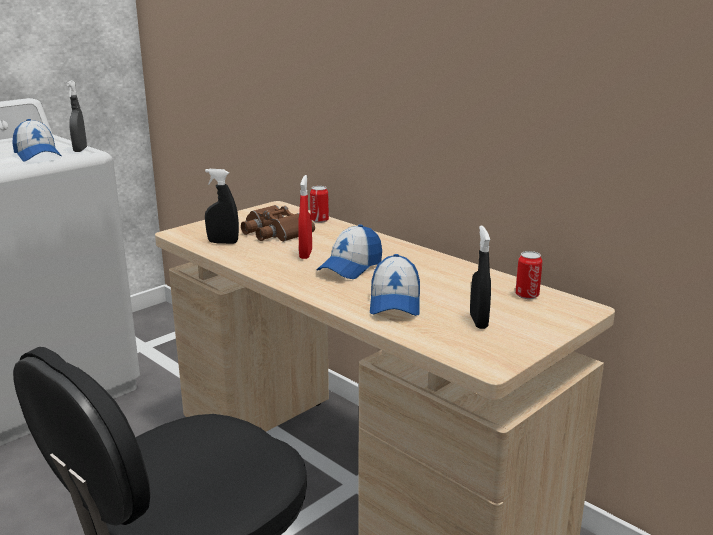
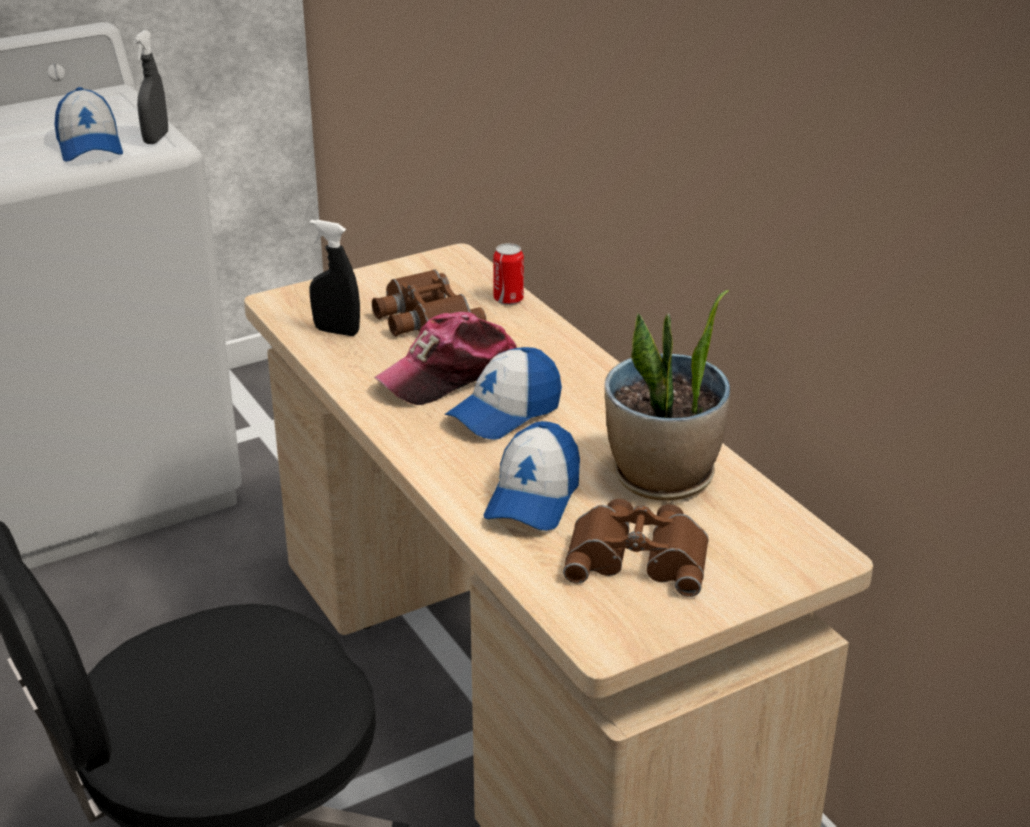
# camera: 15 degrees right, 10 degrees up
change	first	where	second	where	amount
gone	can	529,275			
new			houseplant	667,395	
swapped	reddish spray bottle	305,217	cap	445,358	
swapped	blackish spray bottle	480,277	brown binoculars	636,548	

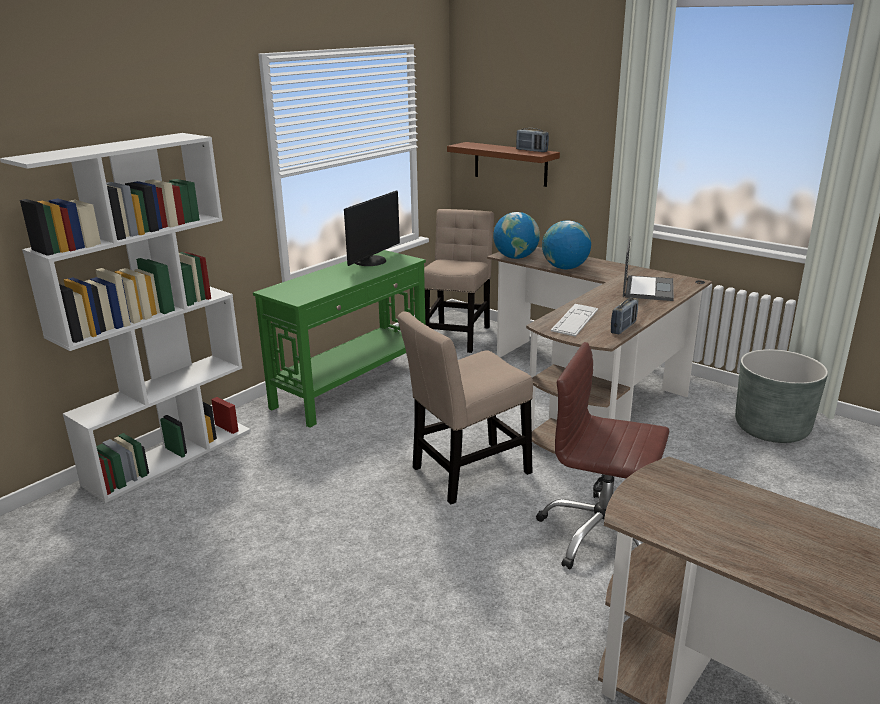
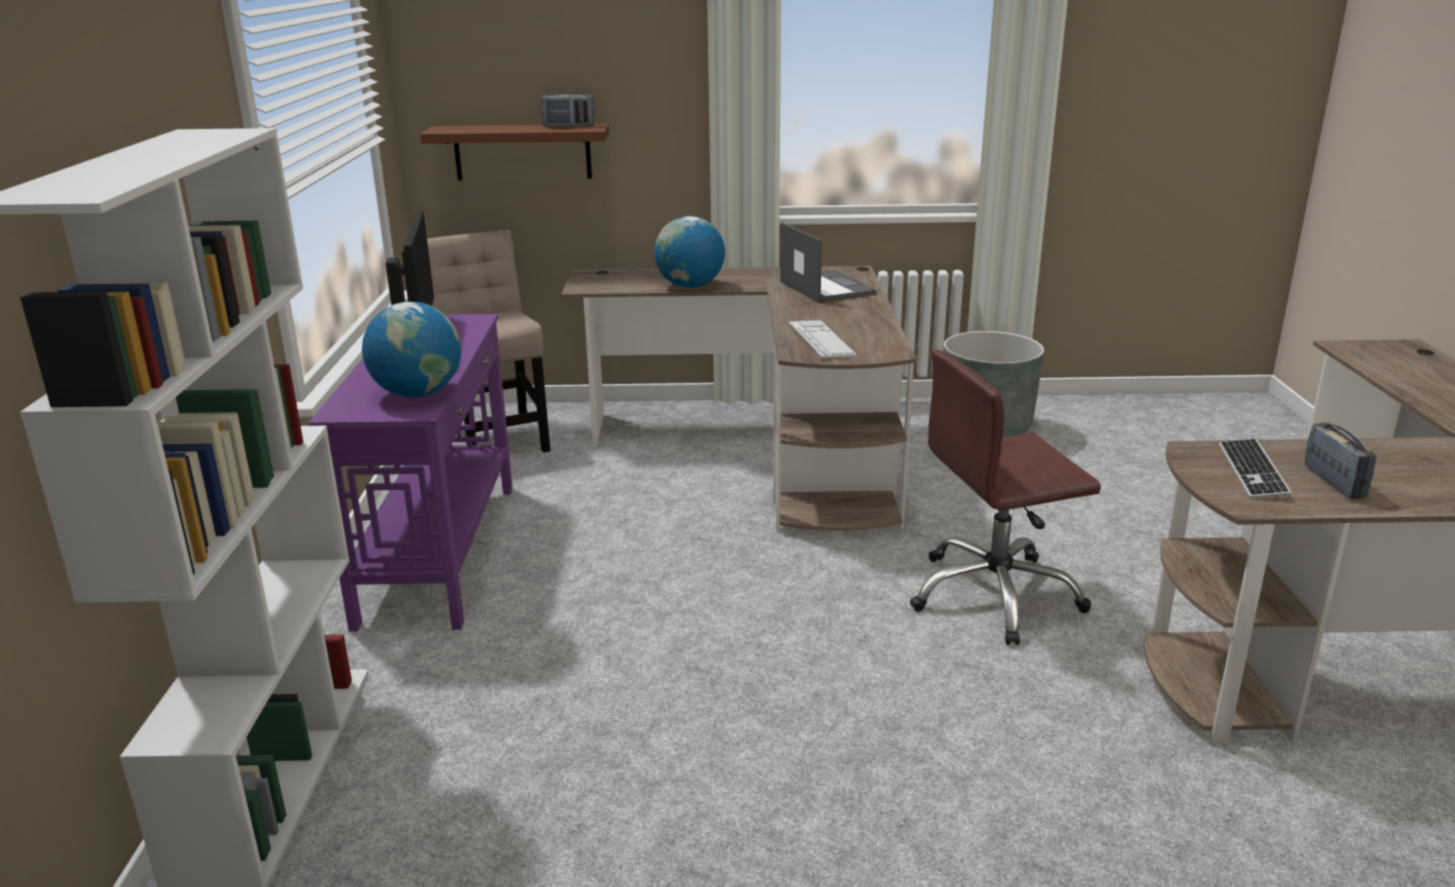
# camera: 40 degrees left, 0 degrees up
change	first	where	second	where	amount
gone	beige plain chair	465,407			
new			PC keyboard	1255,469	
shifted	world globe	516,235		411,349	
shifted	radio	624,315		1341,460	
repainted	greenish console table	339,339	purple-coloured console table	411,473	

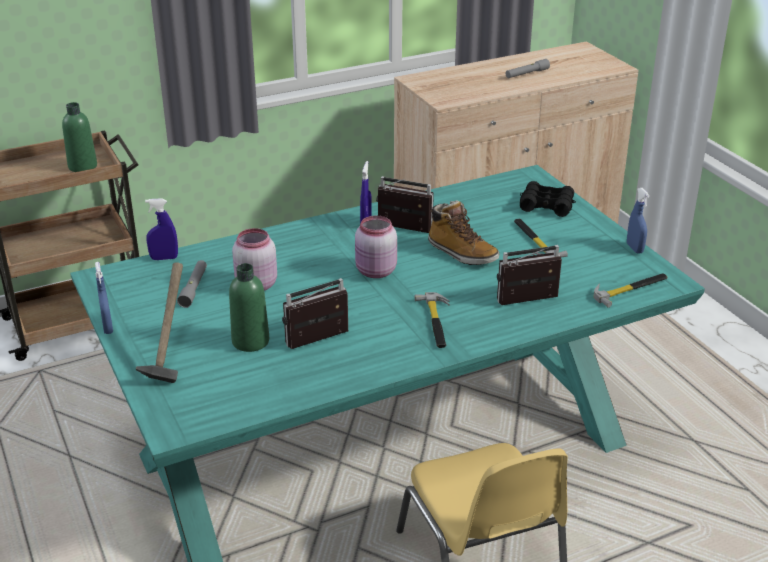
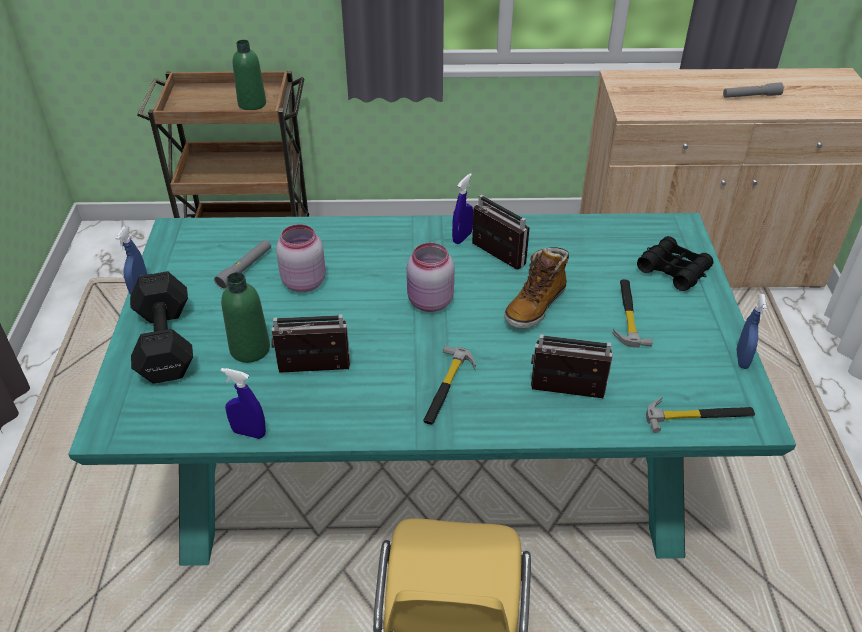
# camera: 25 degrees right, 10 degrees up
change	first	where	second	where	amount
shifted	blue spray bottle	161,229		243,403	
swapped	tool hammer	159,322	blackish free weight	161,327	
rotated	high-top boot	463,232		536,287	60 degrees clockwise

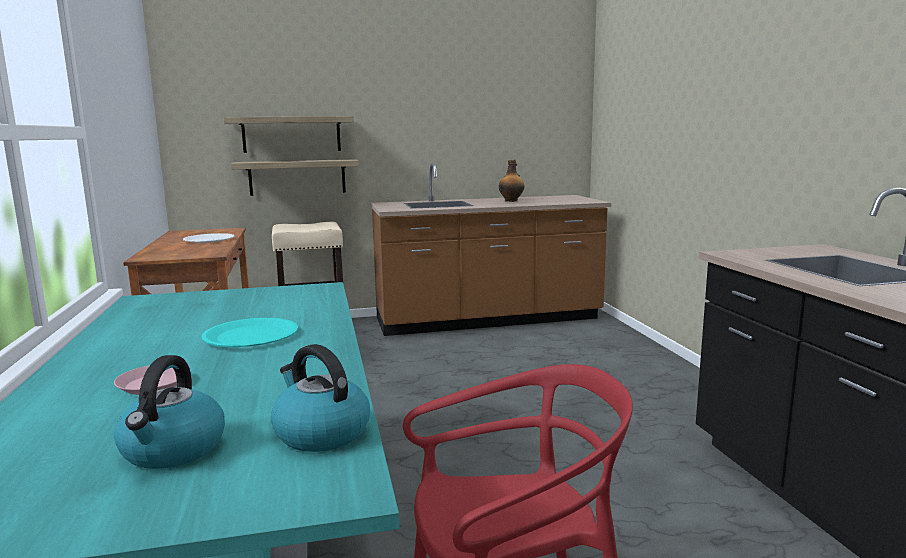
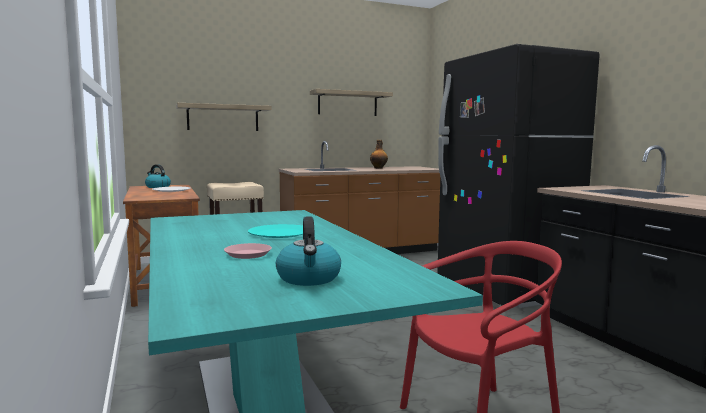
# camera: 10 degrees left, 5 degrees down
change	first	where	second	where	amount
new			blackish kitchen fridge	518,176	
shifted	bracket shelf	295,177		351,102	
shifted	water kettle	320,398		158,176	

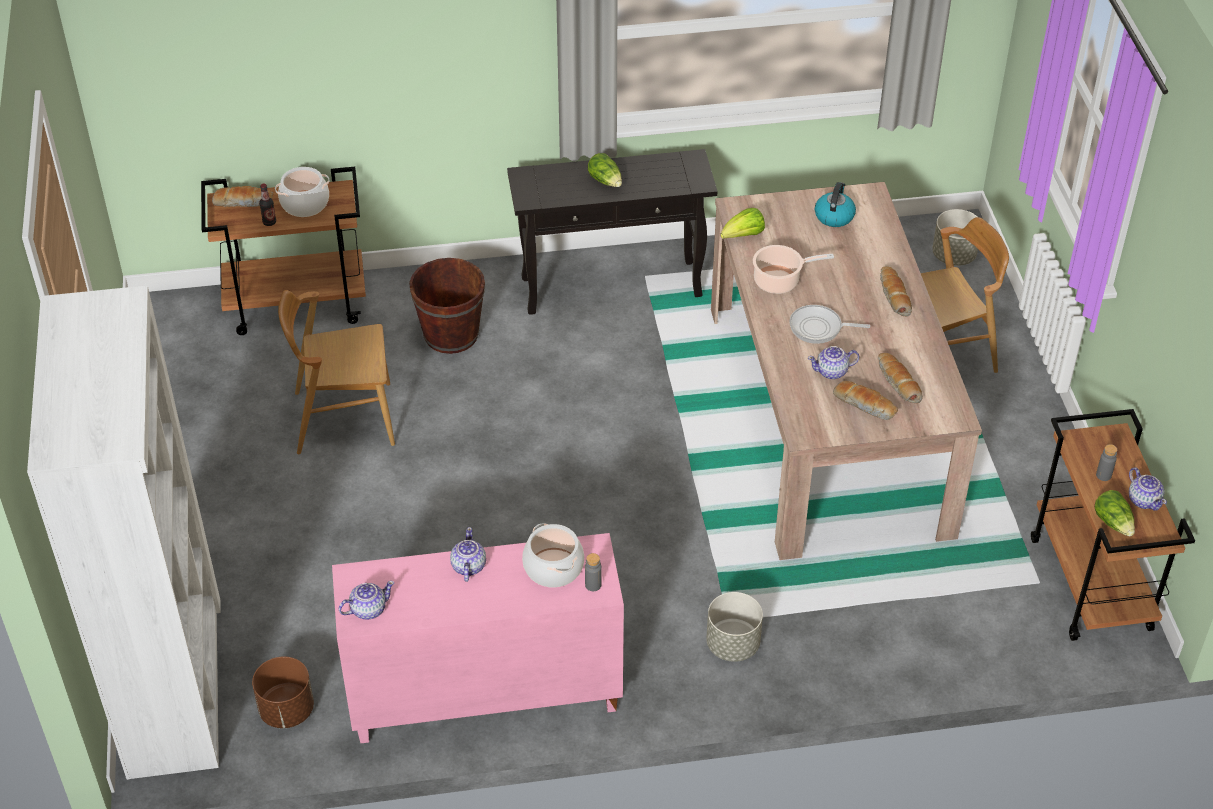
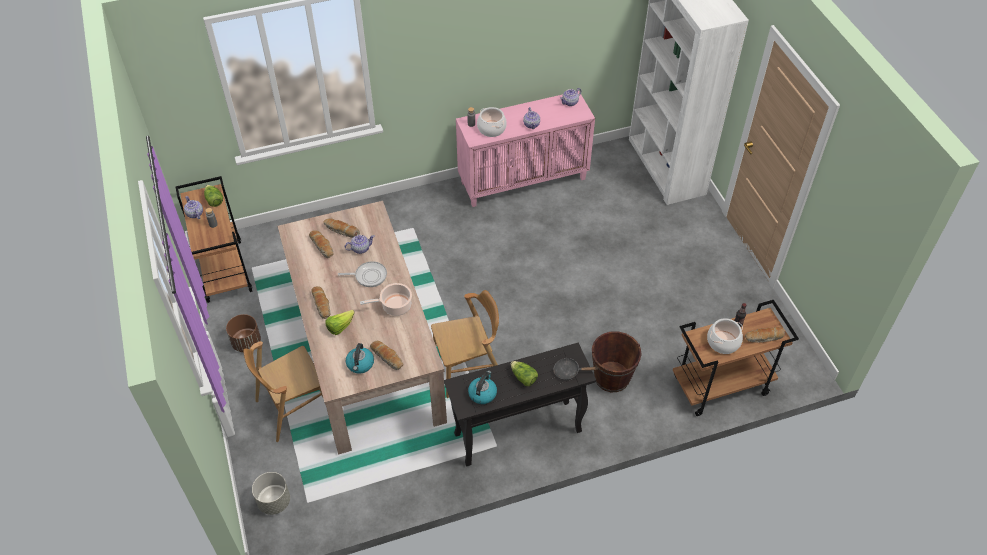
# camera: 170 degrees right, 5 degrees up
change	first	where	second	where	amount
gone	greyish flower pot	734,627			
new			bread	386,355	
new			water kettle	482,387	
new			blackish frying pan	576,369	
shifted	brown flower pot	283,692		243,333	
shifted	brown plain chair	336,372		465,344	
shifted	head of lettuce	742,223		340,322	

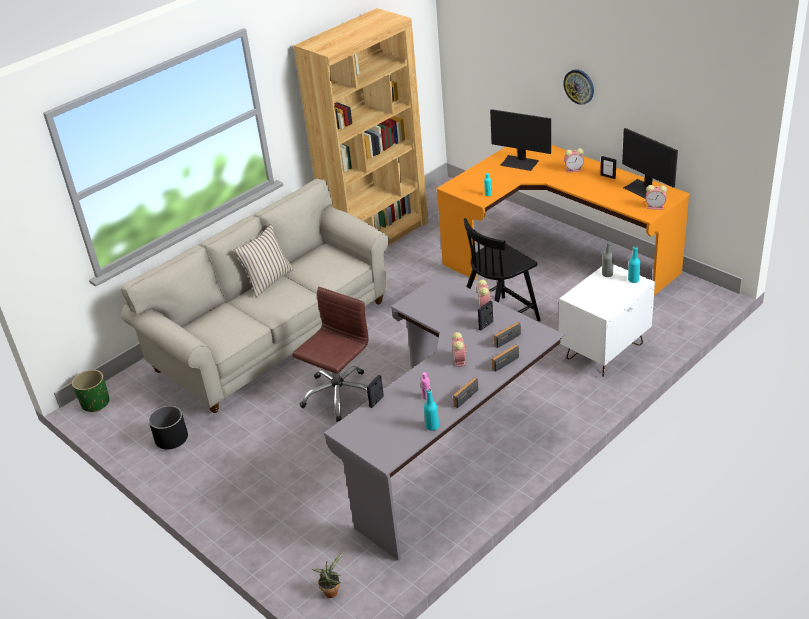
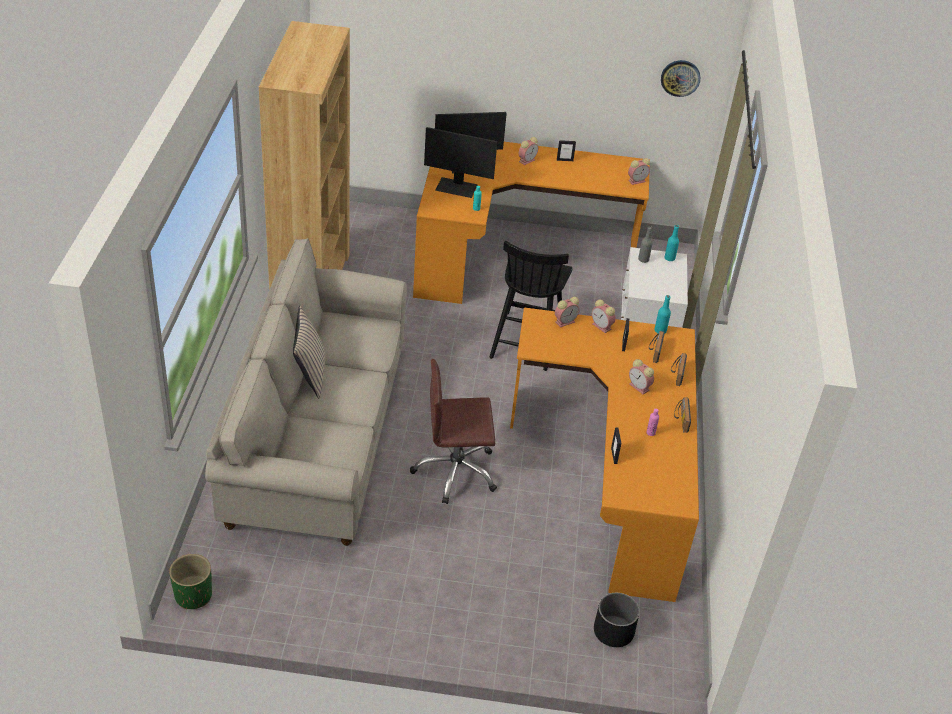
# camera: 45 degrees left, 5 degrees up
change	first	where	second	where	amount
gone	houseplant	327,575			
new			table clock	567,312	
shifted	blackish flower pot	168,428		617,620	
shifted	turquoise-coloured drink bottle	431,410		663,314	
shifted	hanging clock	578,87		680,78	
shifted	computer screen	650,163		460,162	
repainted	greyish desk unit	444,417	orangey desk unit	604,454	
rotated	brown computer chair	330,354		453,431	90 degrees counterclockwise

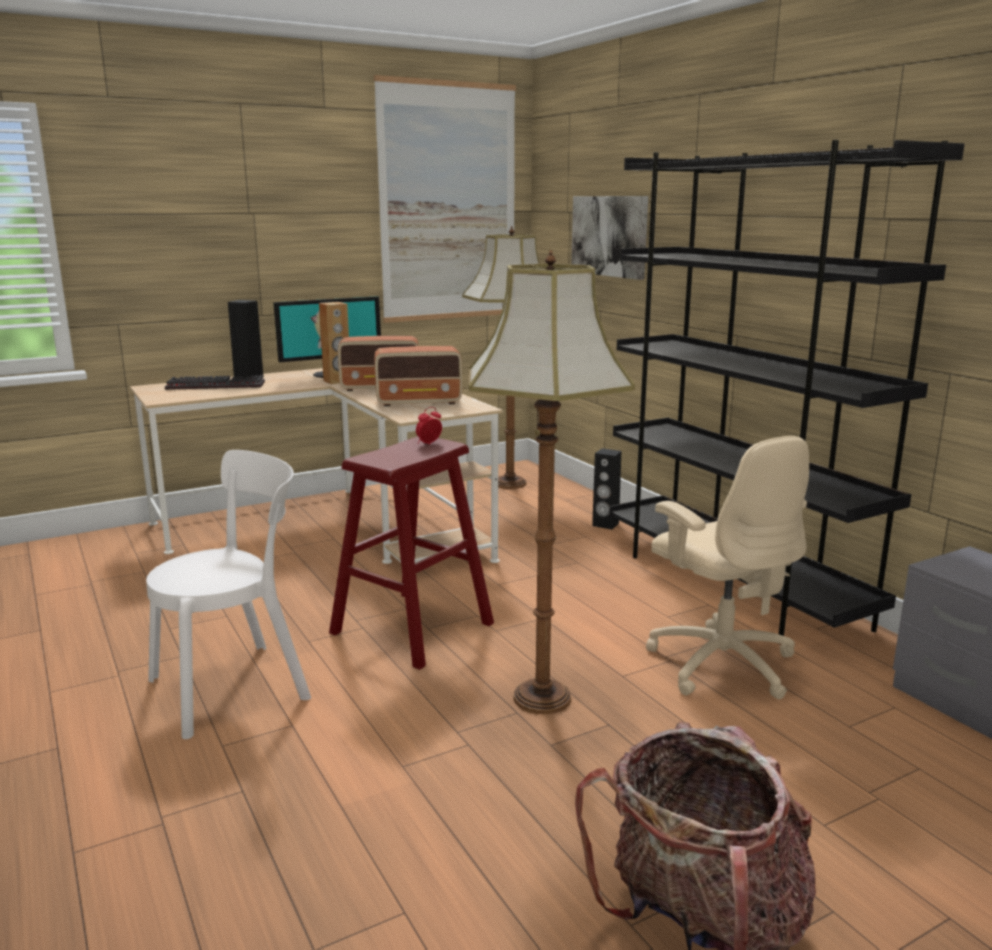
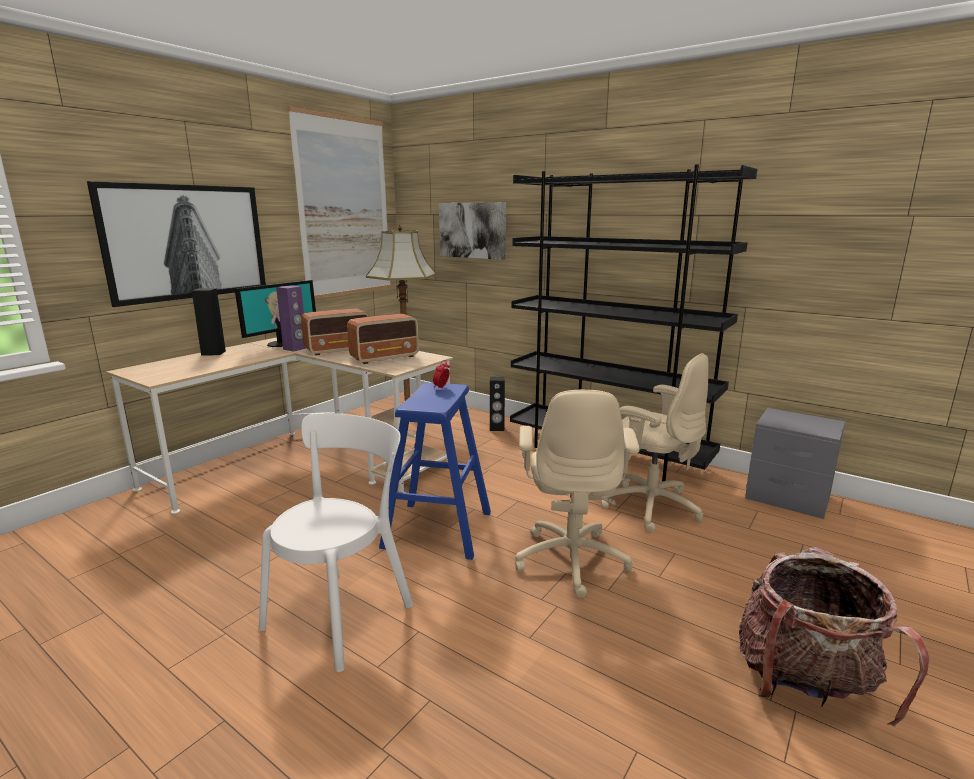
# camera: 25 degrees left, 0 degrees up
change	first	where	second	where	amount
gone	PC keyboard	215,382			
new			wall picture	176,244	
swapped	standard lamp	552,482	beige computer chair	577,494	
repainted	brown speaker	334,343	purple-coloured speaker	291,318	
repainted	reddish sitting stool	411,553	blue sitting stool	435,471	

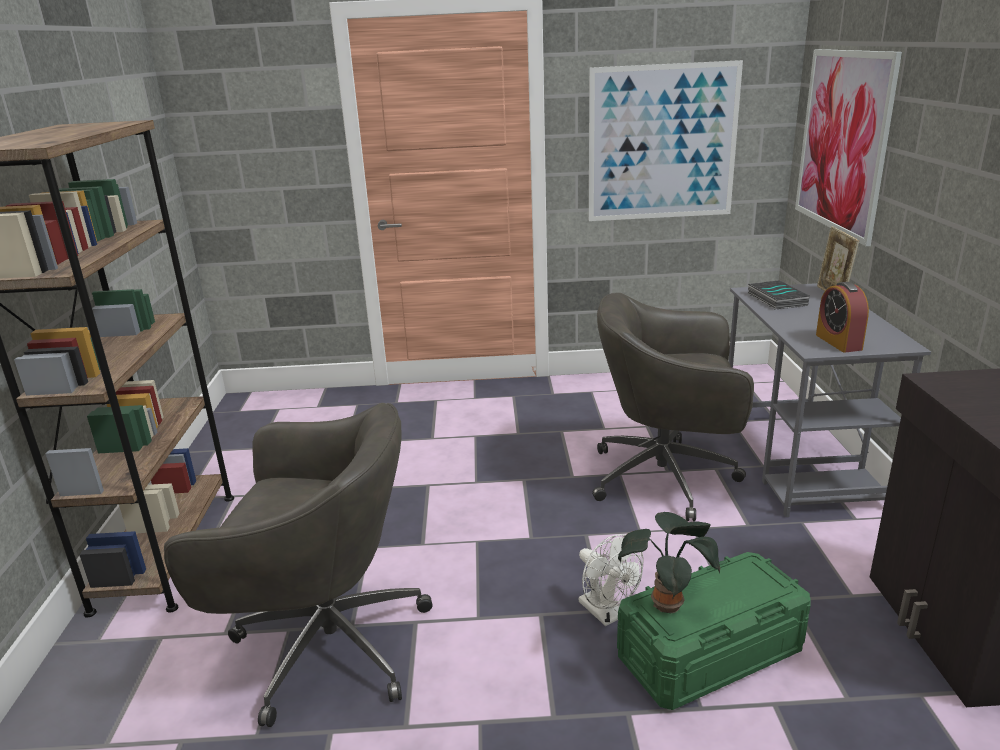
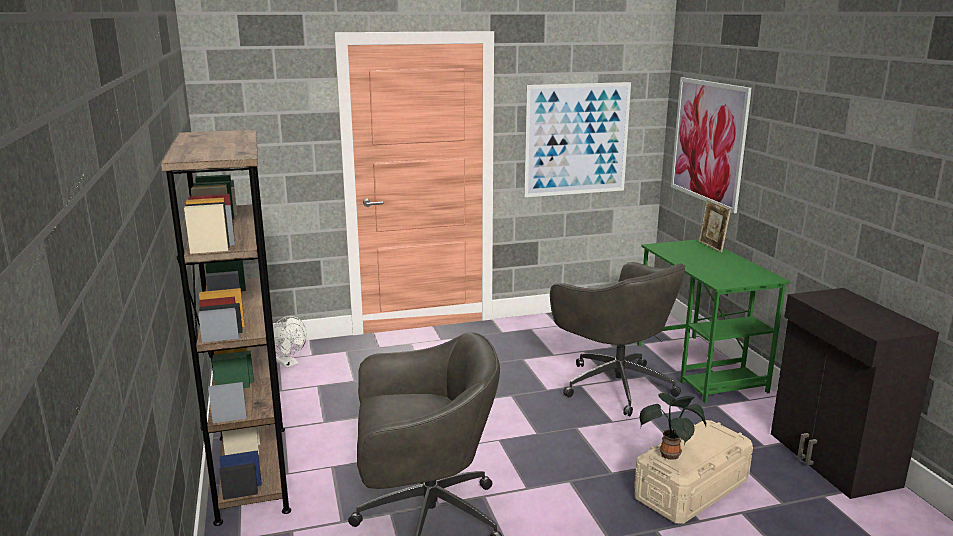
# camera: 15 degrees left, 5 degrees down
change	first	where	second	where	amount
gone	book	779,295			
gone	table clock	842,317			
shifted	whitish fan	610,580		290,342	
repainted	greenish storage container	714,631	beige storage container	693,472	
repainted	greyish desk unit	830,400	greenish desk unit	713,321	
rotated	greyish computer chair	673,407		618,339	120 degrees counterclockwise

